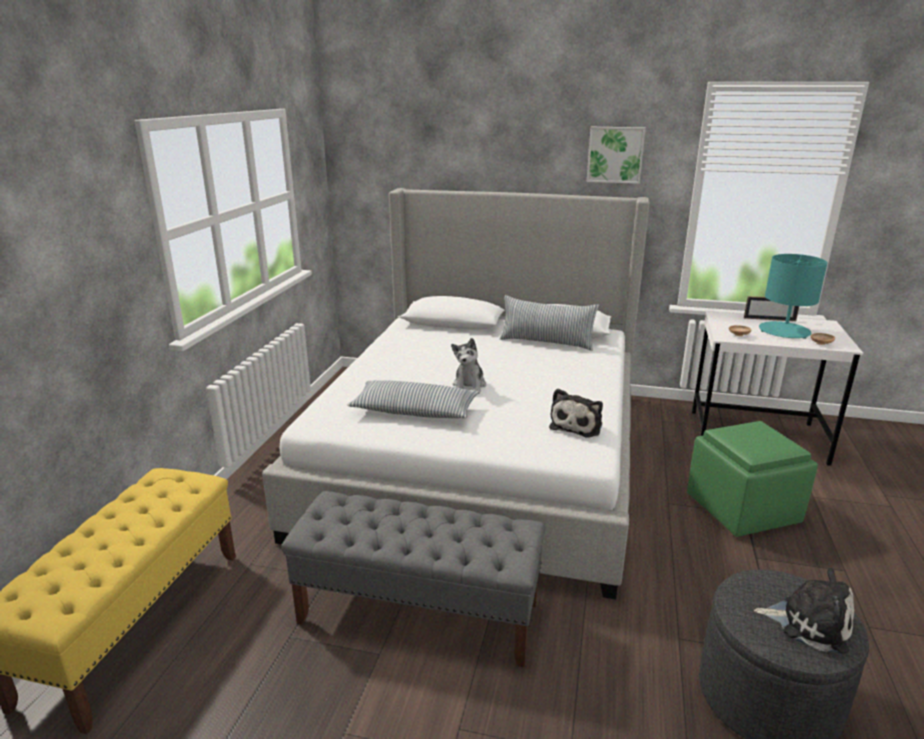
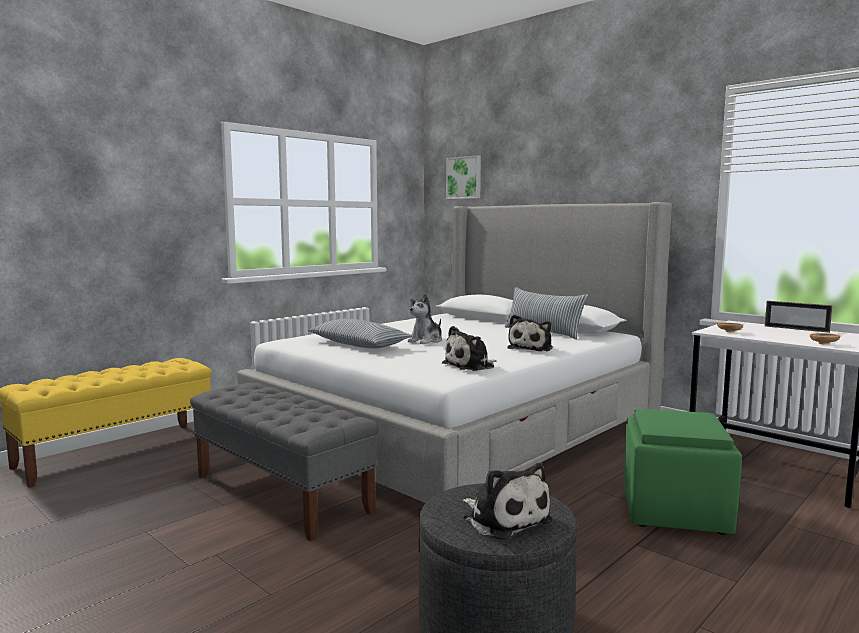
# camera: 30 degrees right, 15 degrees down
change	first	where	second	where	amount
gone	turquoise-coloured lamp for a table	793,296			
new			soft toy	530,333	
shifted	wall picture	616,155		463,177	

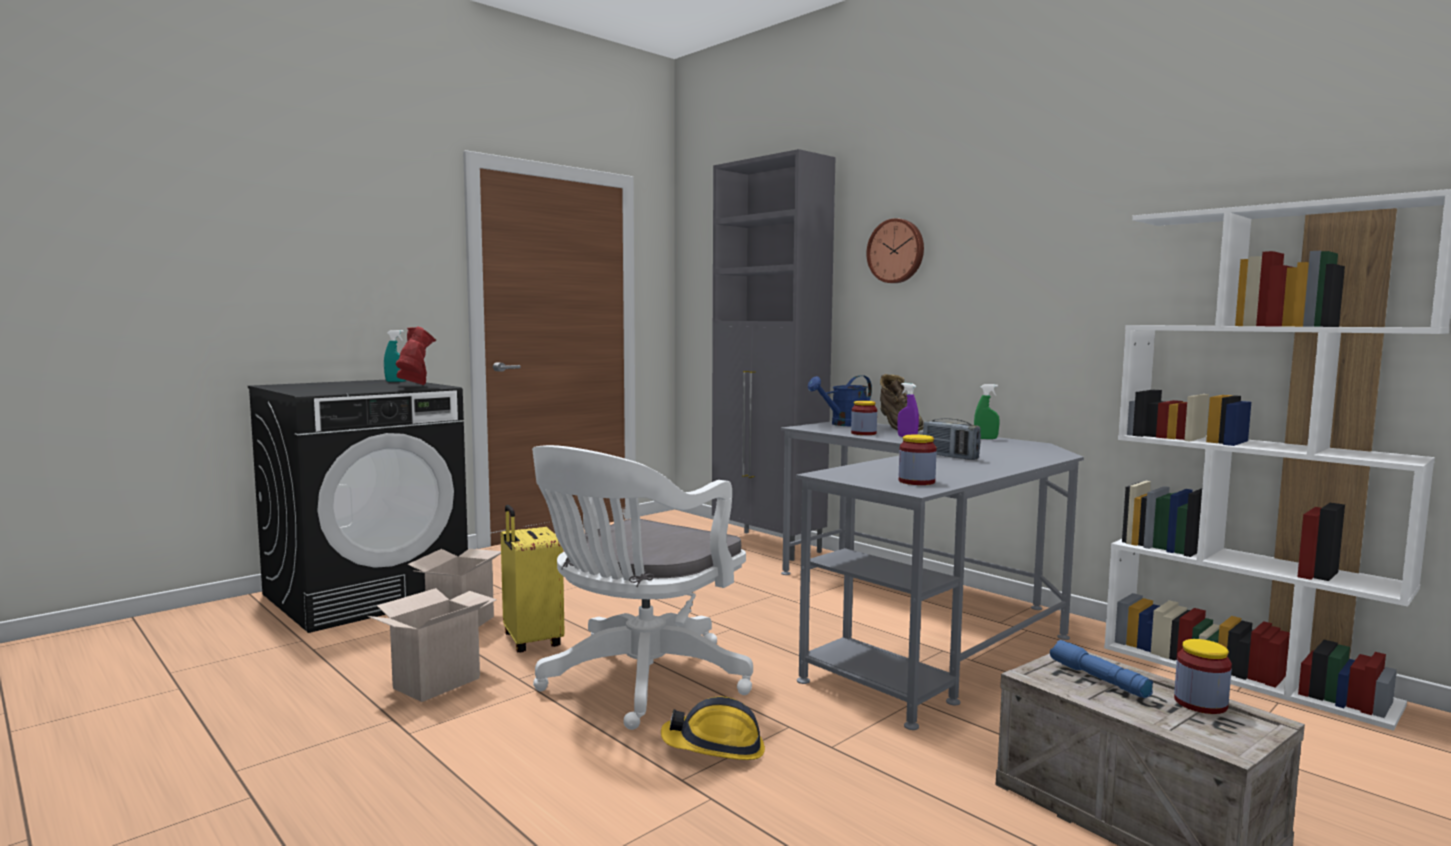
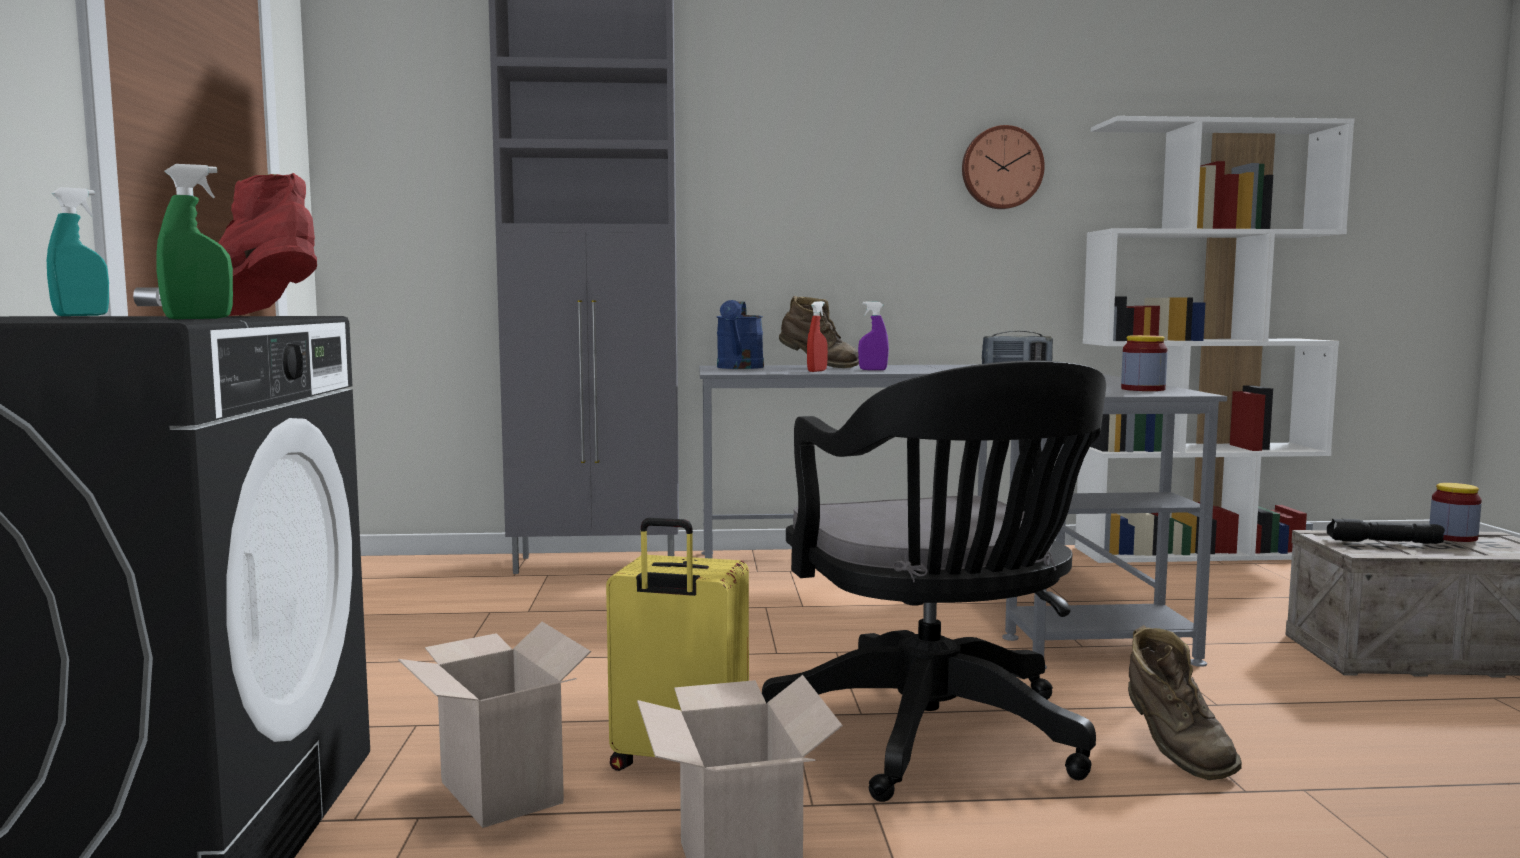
# camera: 50 degrees left, 0 degrees up
change	first	where	second	where	amount
shifted	hanging clock	895,250		1003,167	
shifted	greenish spray bottle	987,411		194,241	
swapped	hard hat	713,728	brown high-top boot	1185,702	
swapped	storage jar	864,418	reddish spray bottle	817,336	
repainted	whitish computer chair	642,587	blackish computer chair	934,581	
repainted	blue torch	1101,669	blackish torch	1386,531	

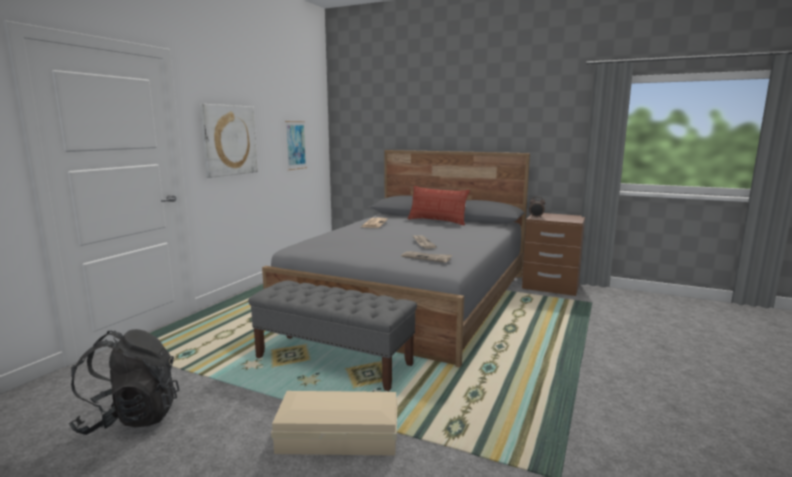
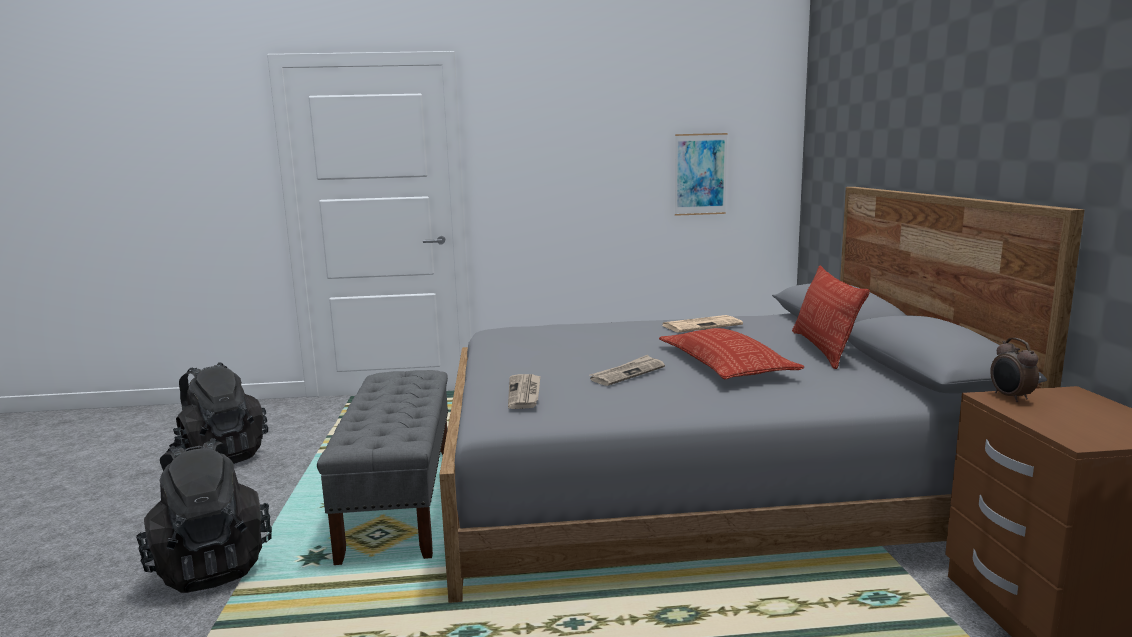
# camera: 60 degrees right, 0 degrees up
change	first	where	second	where	amount
gone	wall picture	229,141			
new			pillow	731,354	
swapped	beige storage container	334,423	blackish knapsack	204,515	

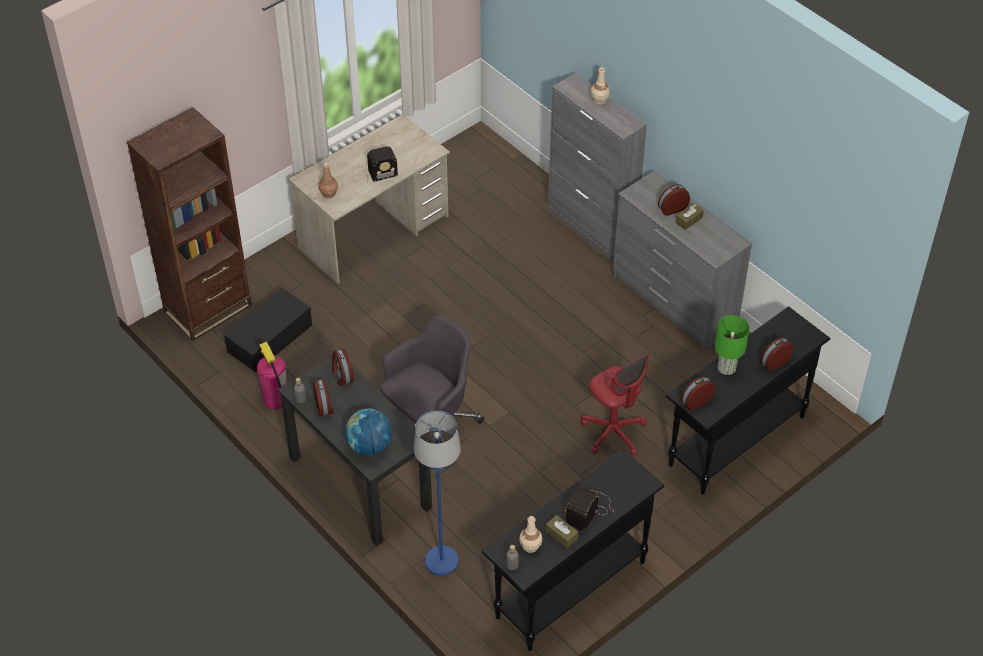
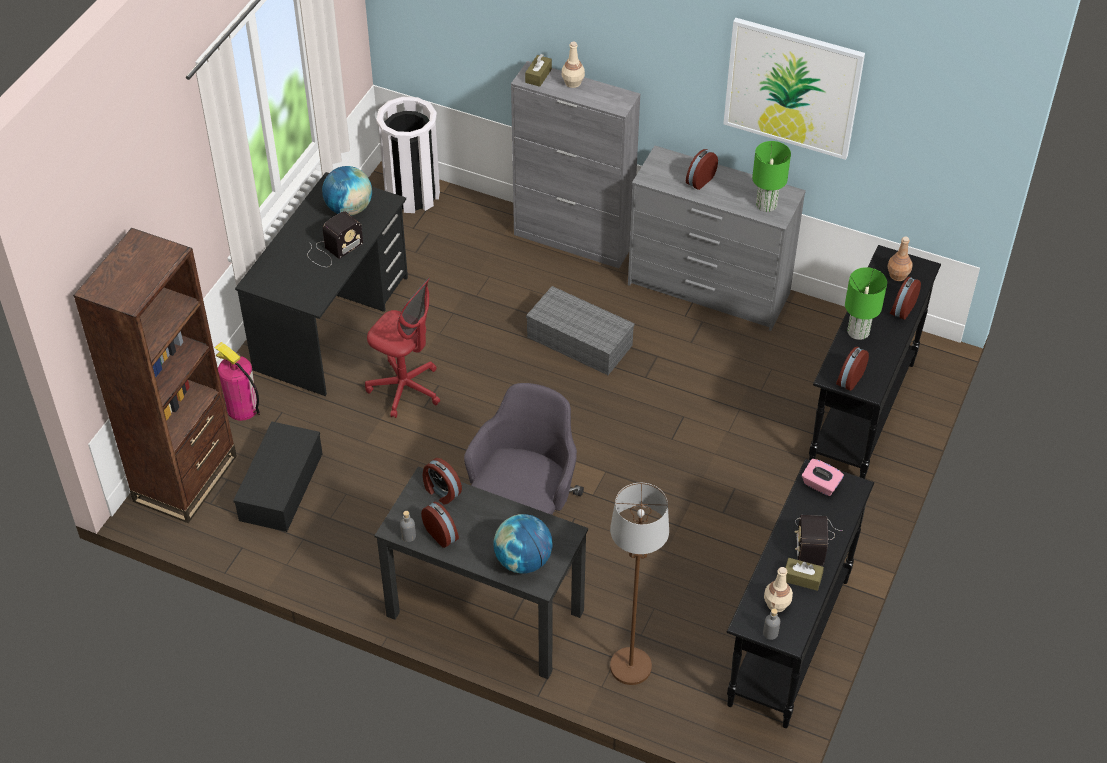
# camera: 25 degrees left, 0 degrees up
change	first	where	second	where	amount
new			world globe	347,191	
new			whitish rubbish bin	408,155	
new			greyish storage container	580,330	
new			wall picture	794,89	
new			greenish lamp for a table	771,176	
new			pink tissue holder	823,477	
shifted	extinguisher	272,375		237,381	
shifted	brown drink bottle	328,180		900,258	
shifted	reddish computer chair	615,404		402,348	
shifted	brown tissue holder	689,216		538,70	
repainted	beige desk unit	369,199	blackish desk unit	321,284	
repainted	blue standard lamp	437,493	brown standard lamp	639,584	

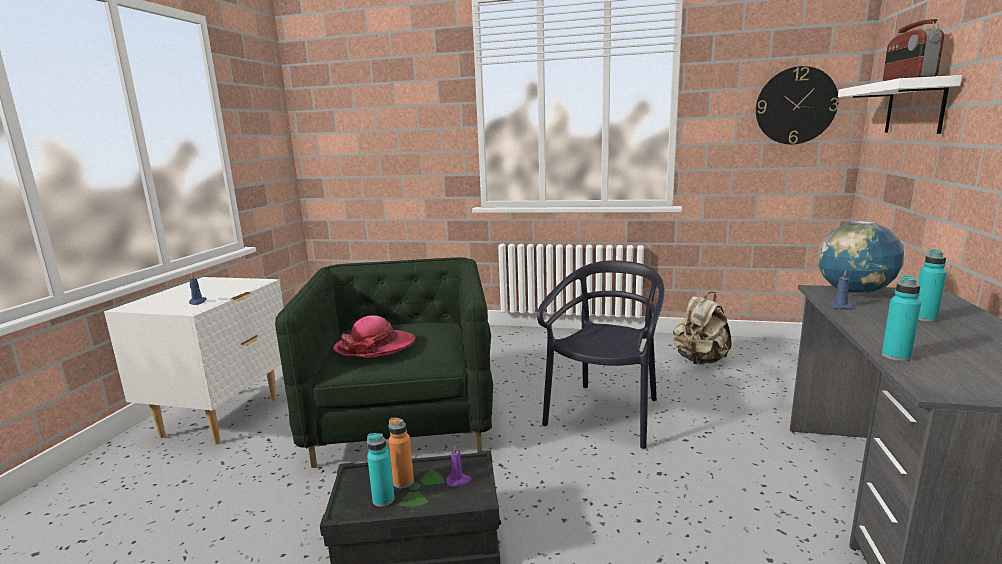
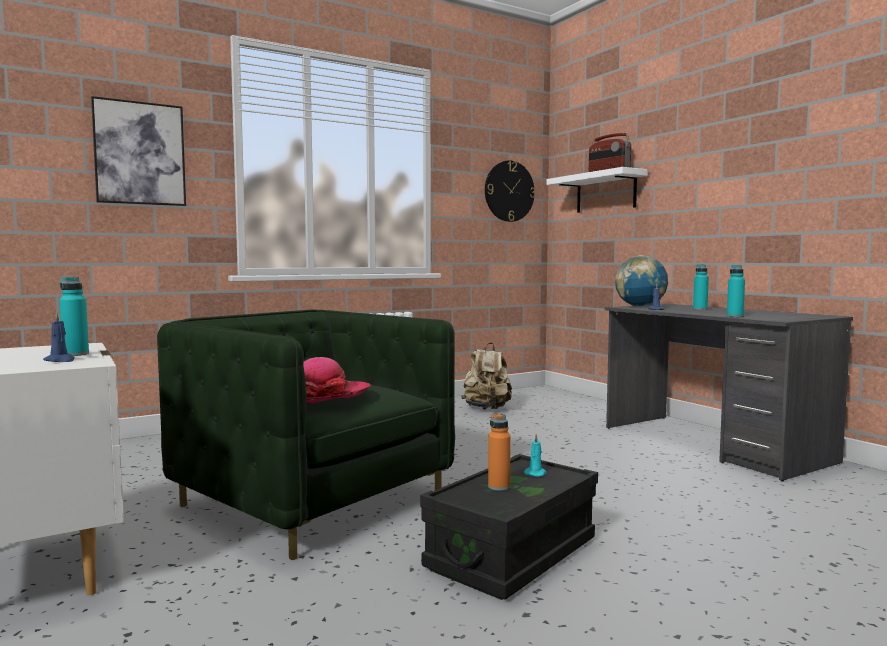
# camera: 45 degrees left, 10 degrees down
change	first	where	second	where	amount
gone	blackish plain chair	600,354			
new			wall picture	138,151	
shifted	turquoise-coloured drink bottle	381,470		74,316	
repainted	purple-coloured wax candle	458,466	turquoise-coloured wax candle	535,455	

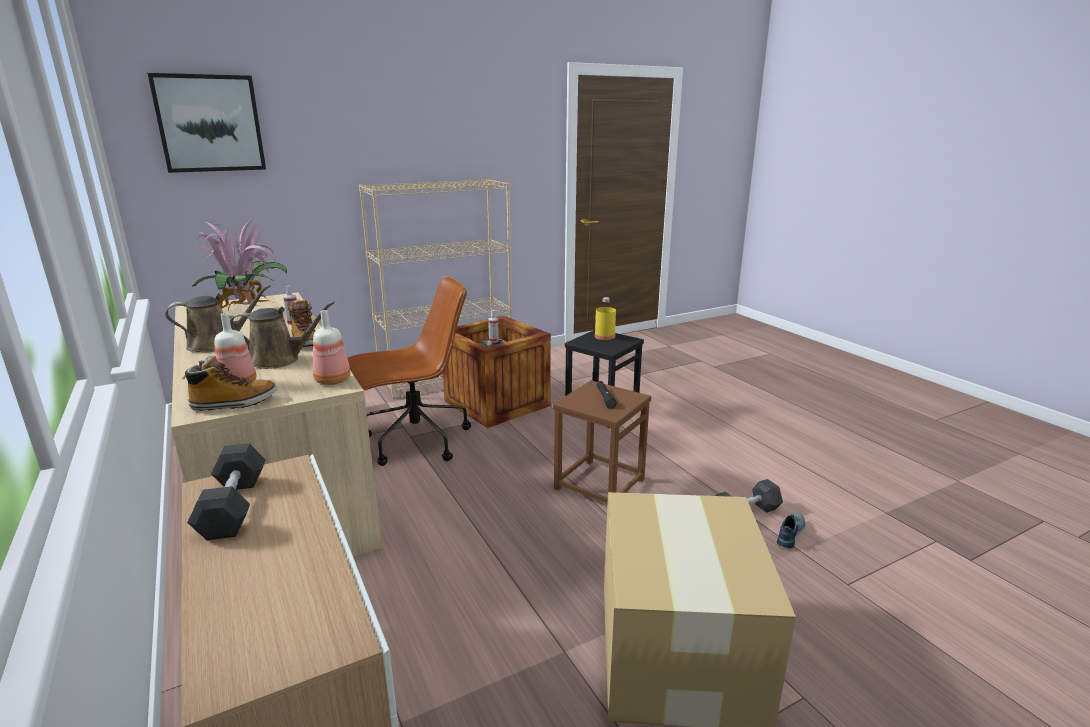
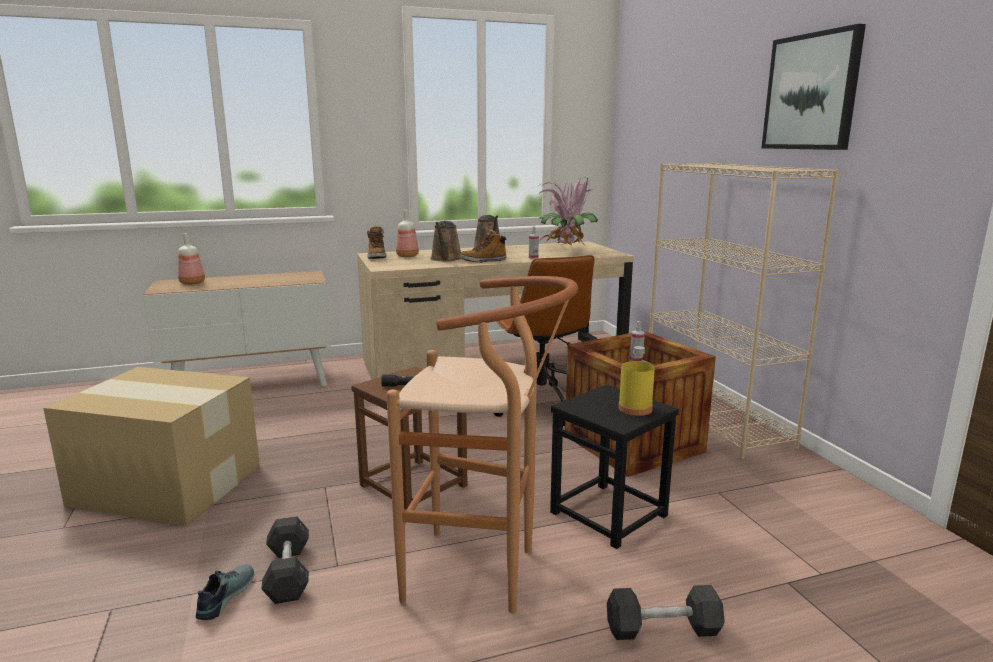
# camera: 100 degrees right, 5 degrees down
change	first	where	second	where	amount
new			brown sitting stool	482,444	
shifted	wall picture	207,123		813,87	
shifted	greyish free weight	226,491		666,612	
shifted	drink bottle	332,347		191,259	
rotated	low shoe	791,530		225,592	120 degrees counterclockwise

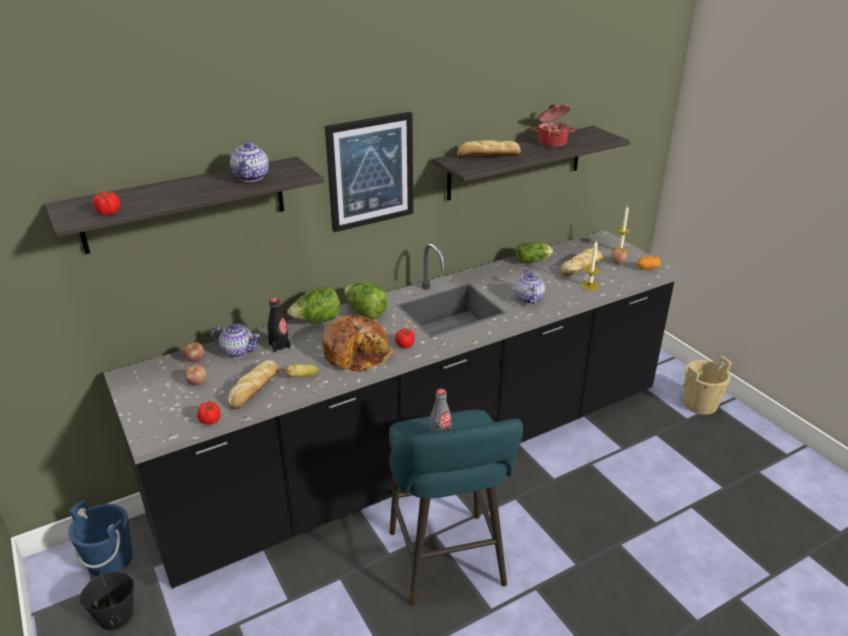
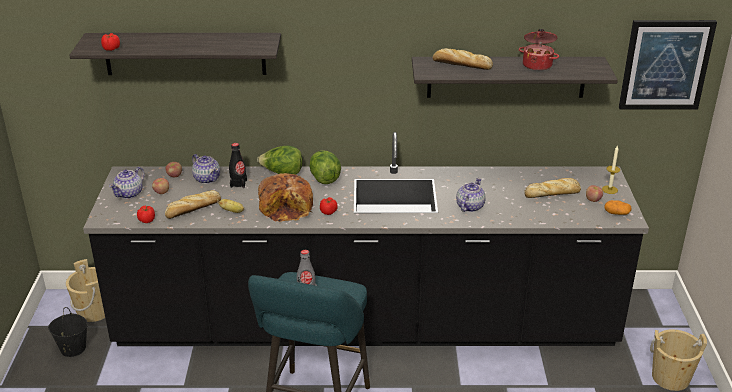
# camera: 30 degrees right, 0 degrees up
change	first	where	second	where	amount
gone	head of lettuce	534,252			
gone	wax candle	590,266			
shifted	pot for tea	249,161		126,183	
shifted	wall picture	369,172		668,64	
repainted	blue pail	100,538	beige pail	85,290	

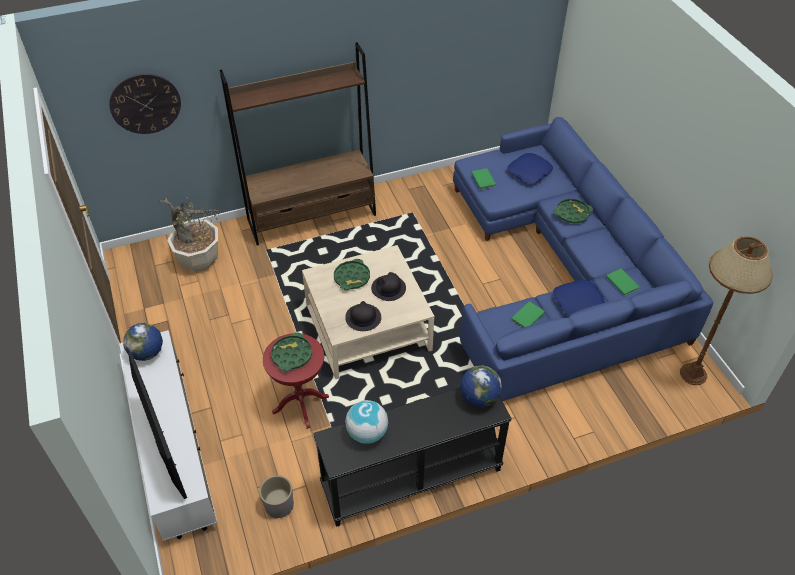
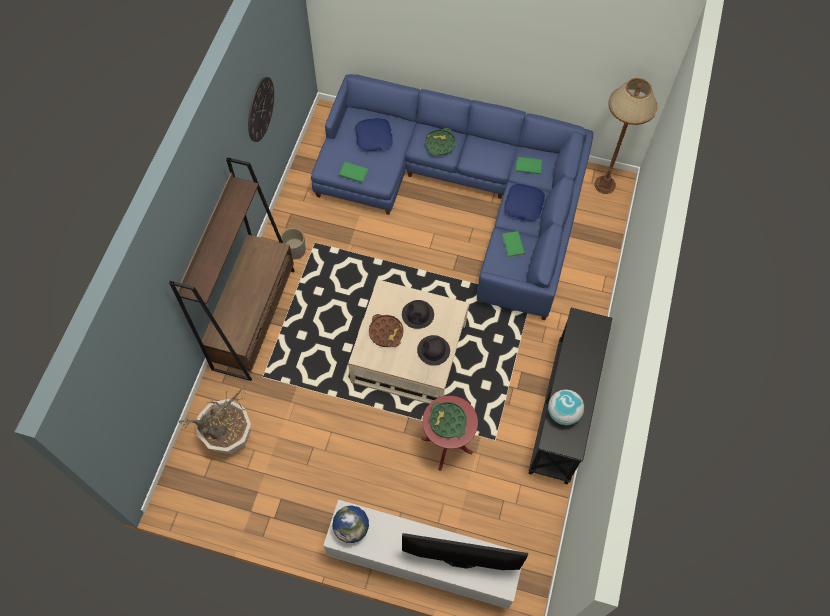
# camera: 55 degrees left, 15 degrees up
change	first	where	second	where	amount
gone	world globe	481,386			
shifted	hanging clock	145,104		261,109	
shifted	greyish flower pot	276,496		293,243	
repainted	greenish tray	352,274	brown tray	386,330	

